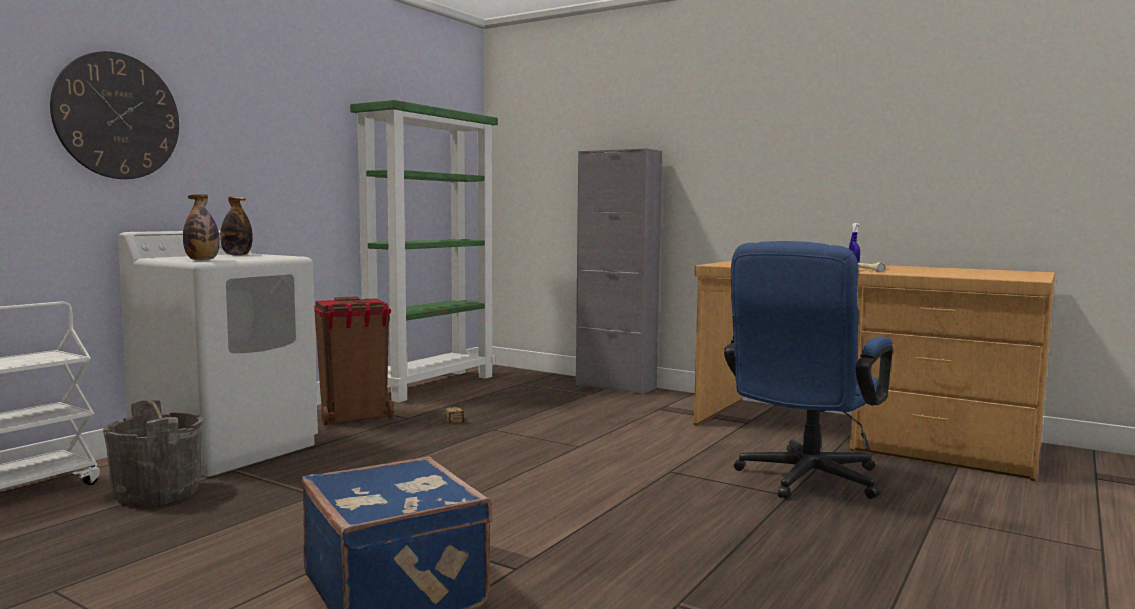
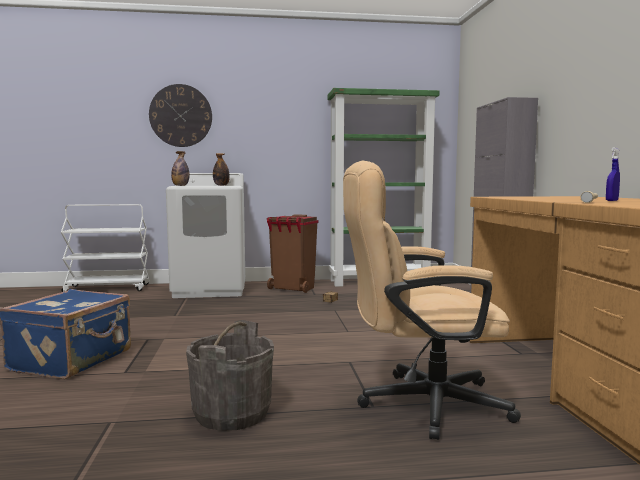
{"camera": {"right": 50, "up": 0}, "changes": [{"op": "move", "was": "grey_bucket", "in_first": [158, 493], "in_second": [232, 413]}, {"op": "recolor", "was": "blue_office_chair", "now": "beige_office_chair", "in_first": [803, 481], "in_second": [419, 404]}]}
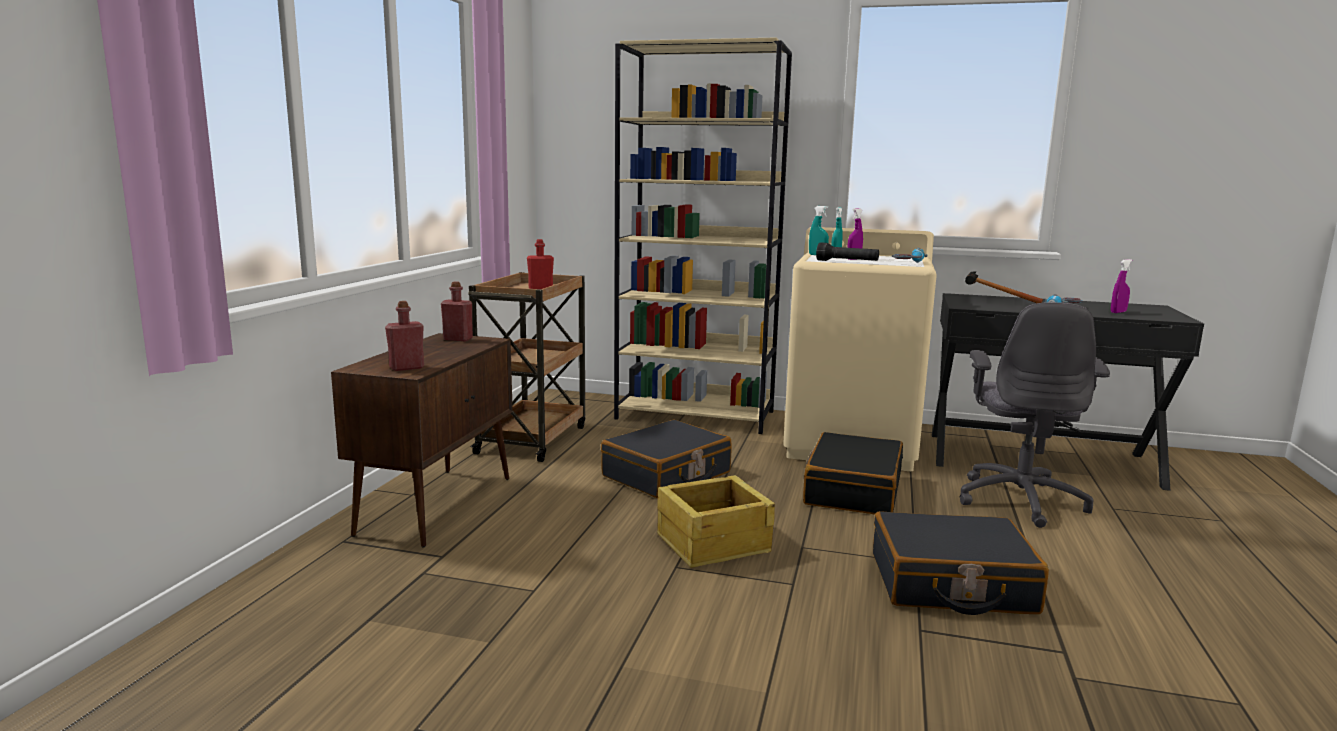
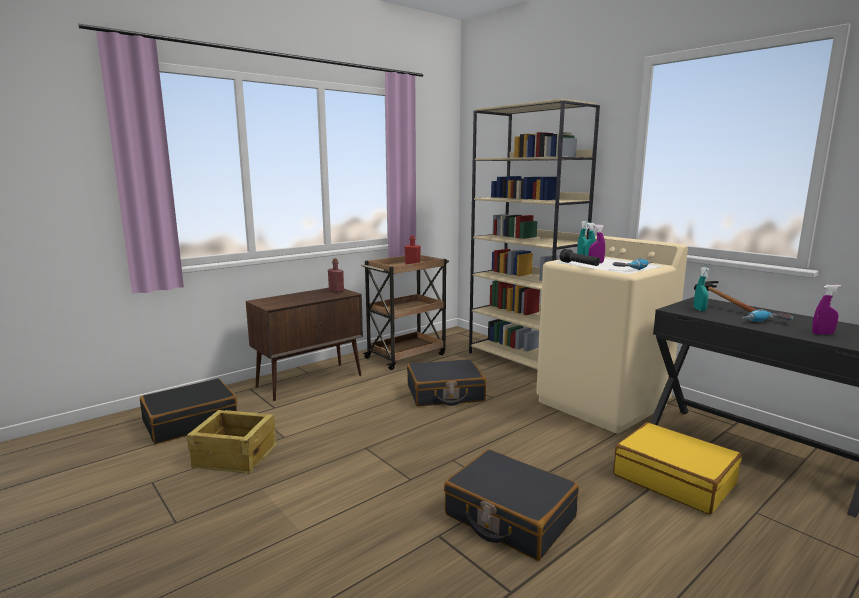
{"camera": {"right": 35, "up": 0}, "changes": [{"op": "delete", "was": "red_bottle", "in_first": [406, 368]}, {"op": "insert", "now": "turquoise_spray_bottle", "in_second": [699, 309]}, {"op": "move", "was": "crate", "in_first": [712, 542], "in_second": [235, 456]}, {"op": "move", "was": "black_suitcase", "in_first": [852, 490], "in_second": [190, 421]}, {"op": "replace", "was": "grey_office_chair", "now": "yellow_suitcase", "in_first": [1020, 500], "in_second": [674, 479]}]}
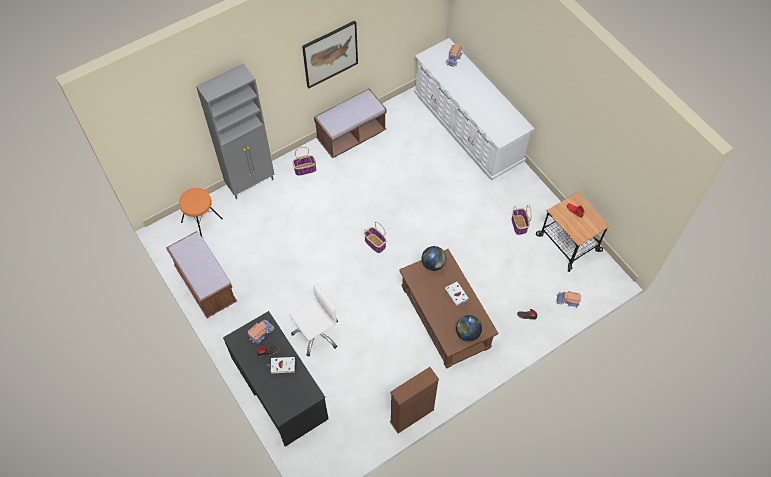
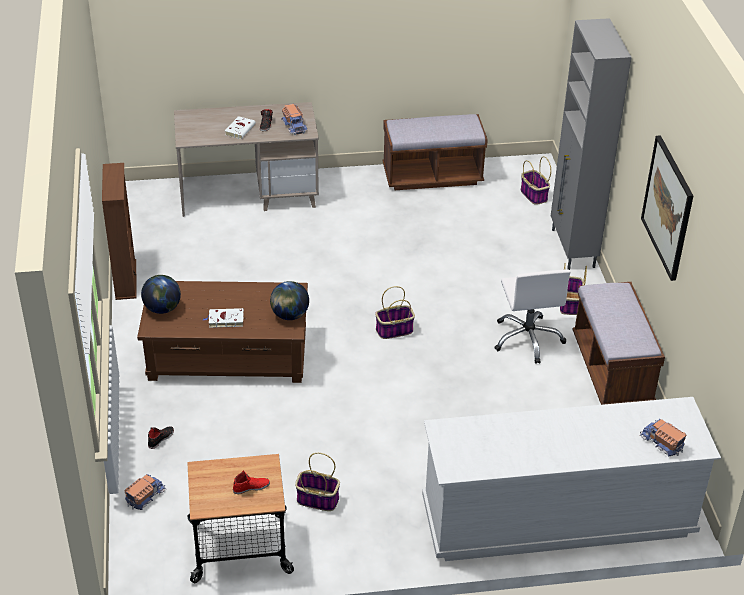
{"camera": {"right": 115, "up": -20}, "changes": [{"op": "move", "was": "white_office_chair", "in_first": [316, 333], "in_second": [528, 339]}, {"op": "replace", "was": "orange_stool", "now": "basket", "in_first": [202, 220], "in_second": [533, 195]}, {"op": "recolor", "was": "black_desk", "now": "beige_desk", "in_first": [279, 390], "in_second": [249, 193]}]}
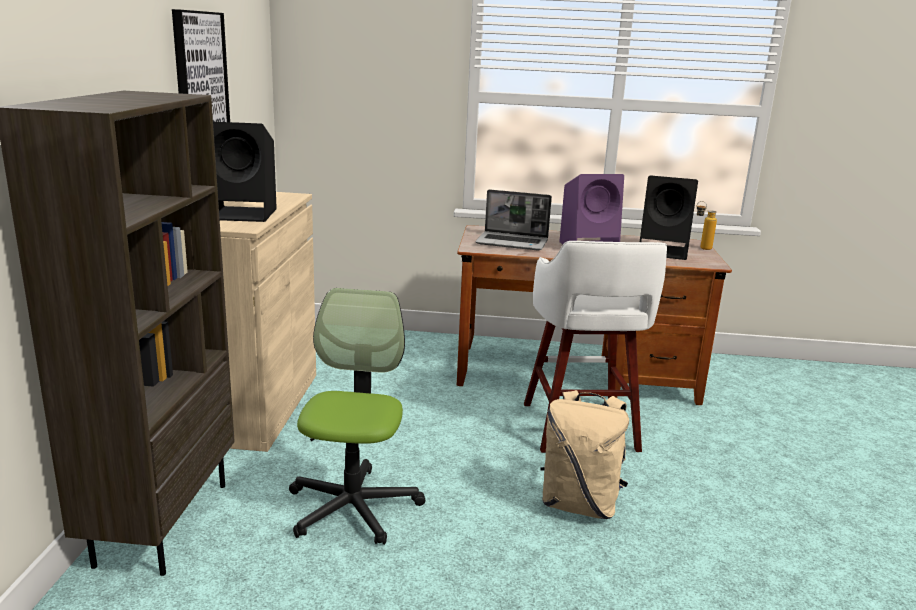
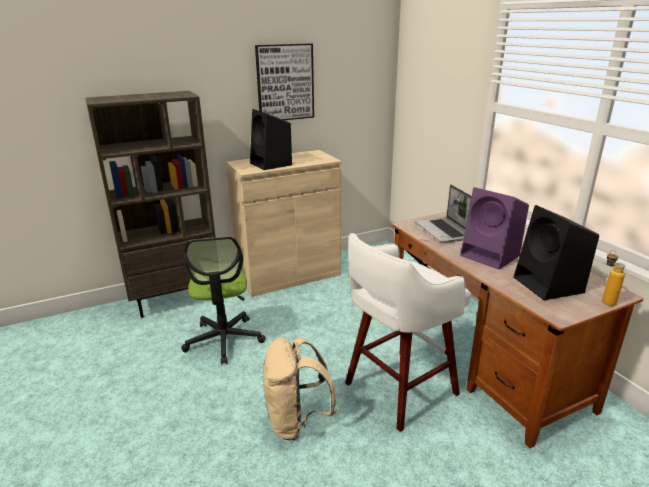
{"camera": {"right": 60, "up": 5}, "changes": [{"op": "rotate", "was": "office_chair", "in_first": [353, 507], "in_second": [224, 340], "clockwise": 105}]}
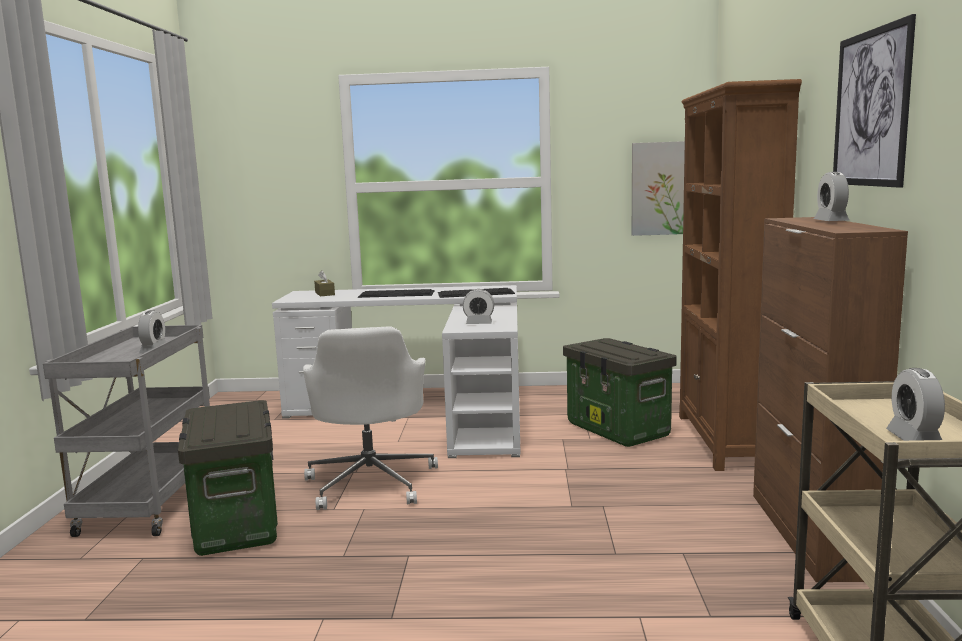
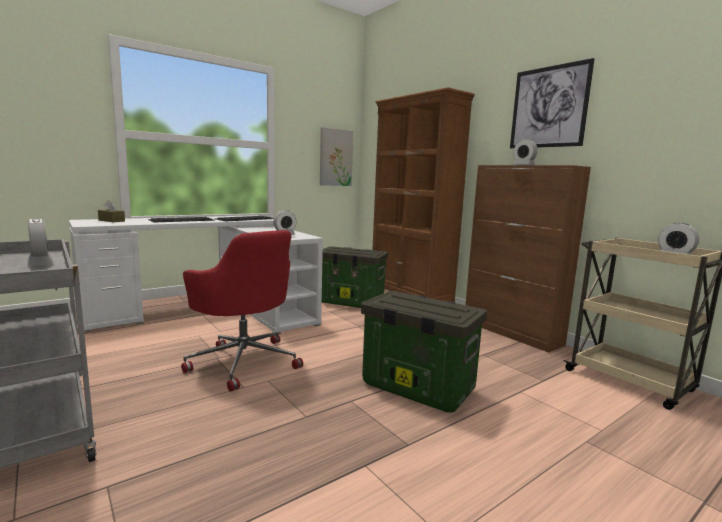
{"camera": {"right": -40, "up": 0}, "changes": [{"op": "move", "was": "storage_box", "in_first": [235, 524], "in_second": [415, 387]}, {"op": "recolor", "was": "white_office_chair", "now": "red_office_chair", "in_first": [371, 482], "in_second": [244, 361]}]}
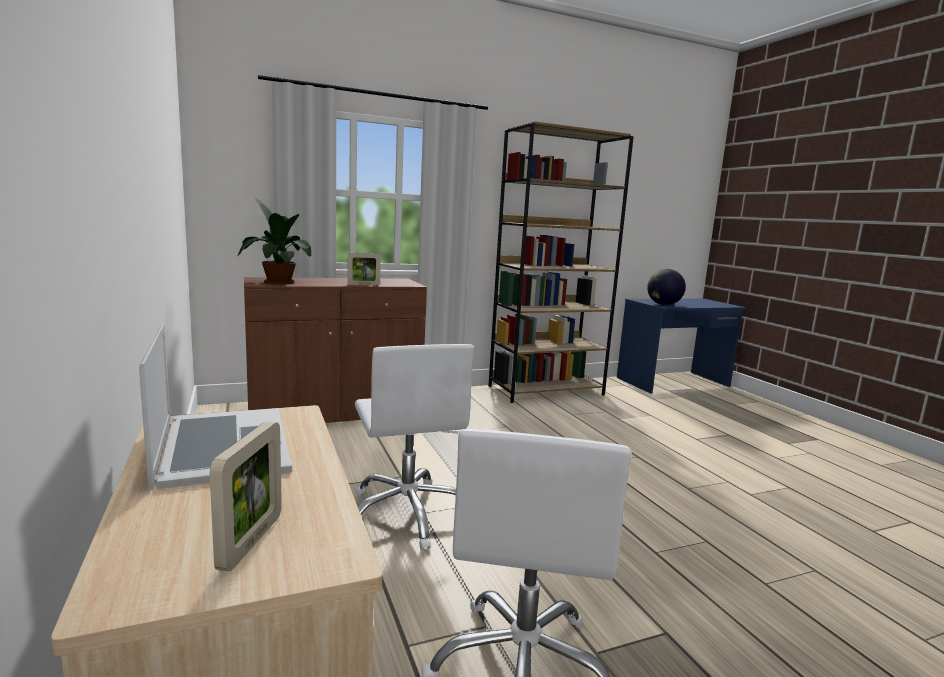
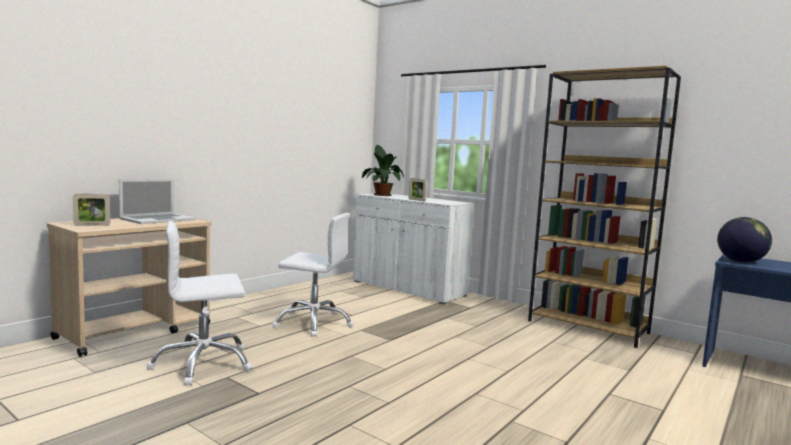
{"camera": {"right": 60, "up": -5}, "changes": [{"op": "recolor", "was": "brown_cabinet", "now": "white_cabinet", "in_first": [335, 413], "in_second": [408, 288]}, {"op": "rotate", "was": "white_office_chair", "in_first": [407, 513], "in_second": [313, 323], "clockwise": -120}]}
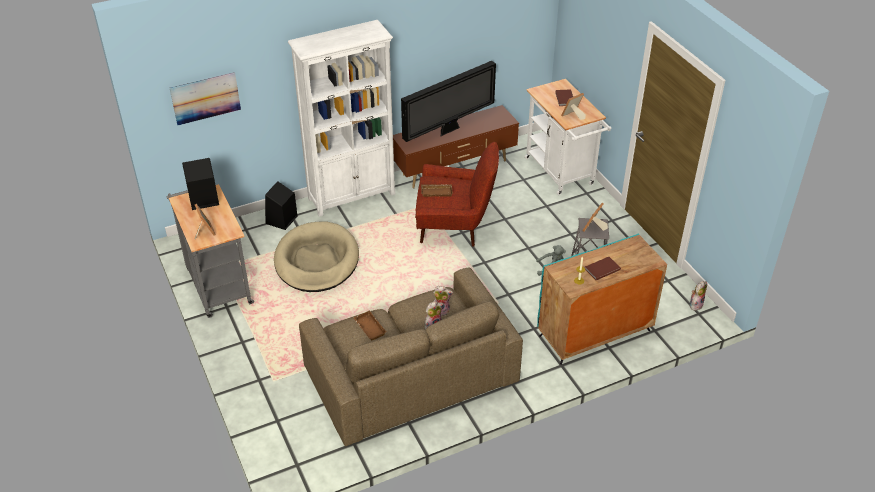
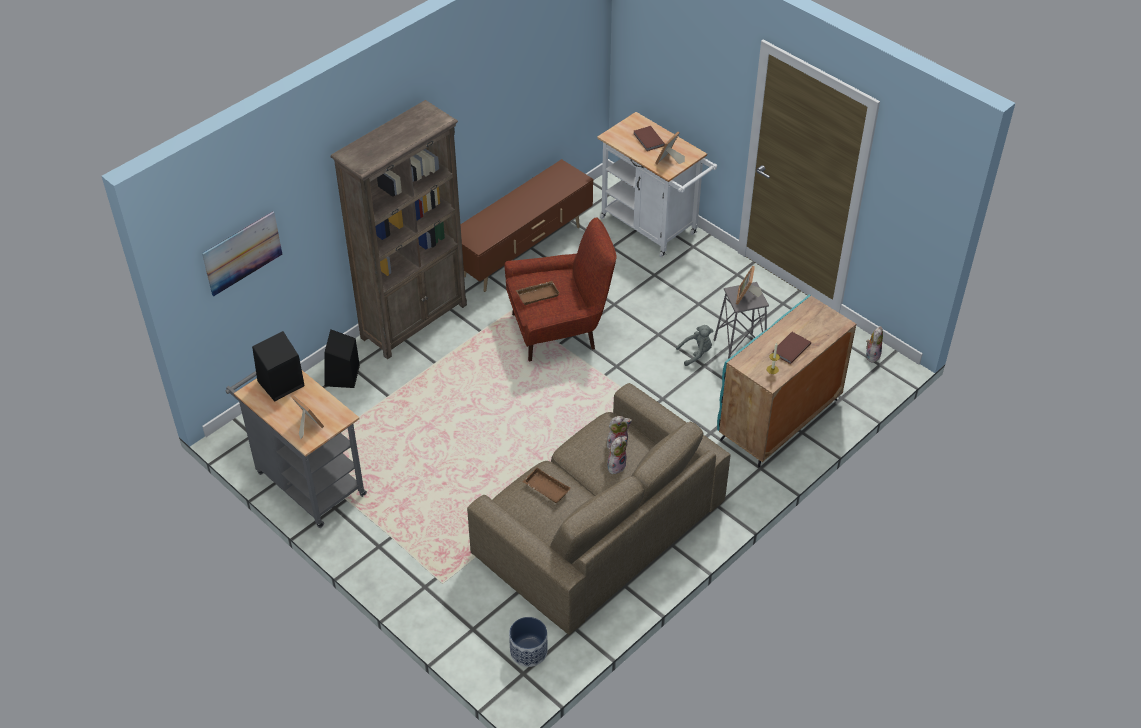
{"camera": {"right": -20, "up": 5}, "changes": [{"op": "delete", "was": "beige_dog_bed", "in_first": [317, 260]}, {"op": "delete", "was": "television", "in_first": [449, 129]}, {"op": "insert", "now": "planter", "in_second": [528, 651]}, {"op": "recolor", "was": "white_bookcase", "now": "brown_bookcase", "in_first": [352, 196], "in_second": [415, 321]}]}
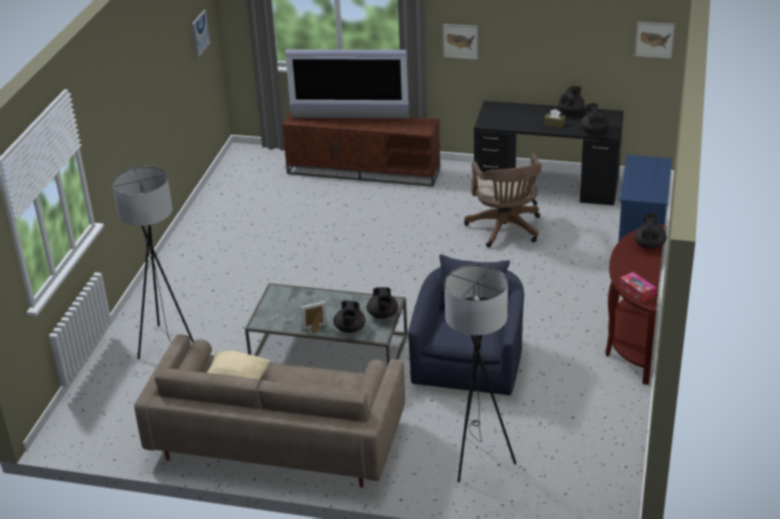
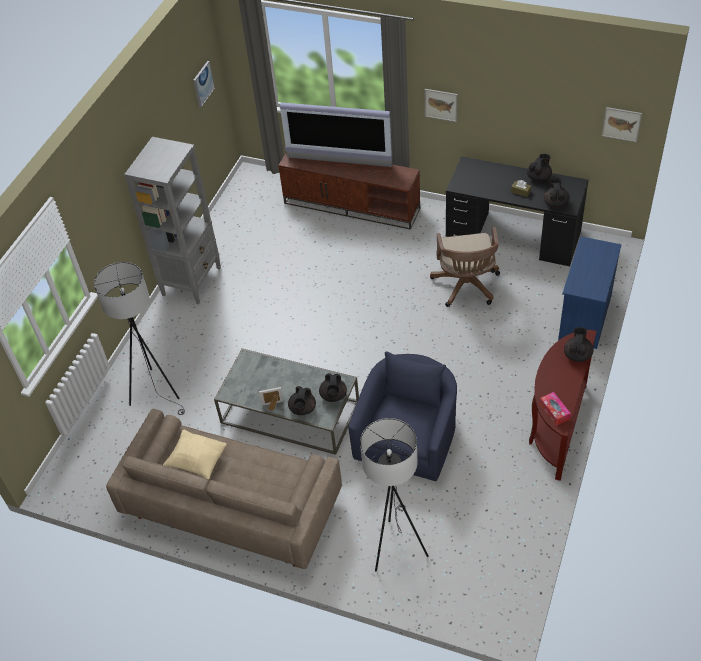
{"camera": {"right": 10, "up": 15}, "changes": [{"op": "insert", "now": "grey_bookcase", "in_second": [192, 281]}]}
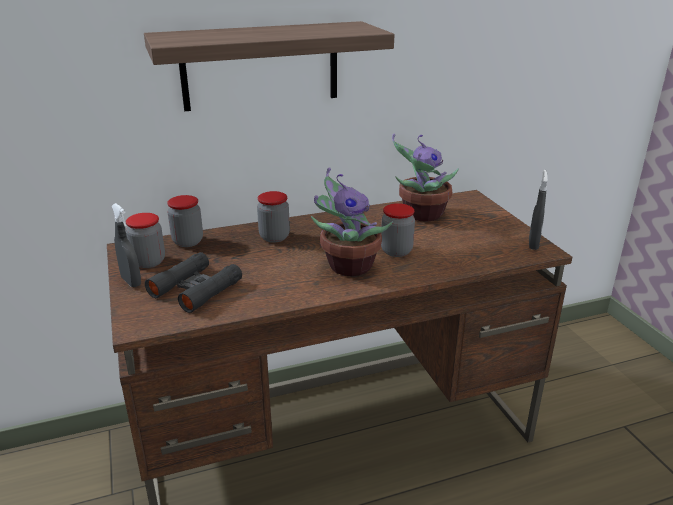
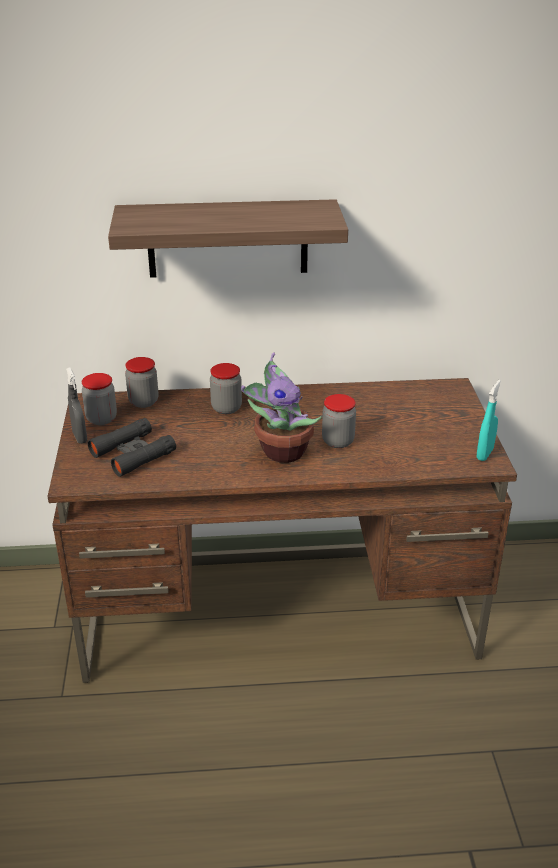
{"camera": {"right": 15, "up": 5}, "changes": [{"op": "delete", "was": "potted_plant", "in_first": [421, 215]}, {"op": "recolor", "was": "grey_spray_bottle", "now": "turquoise_spray_bottle", "in_first": [533, 244], "in_second": [484, 454]}]}
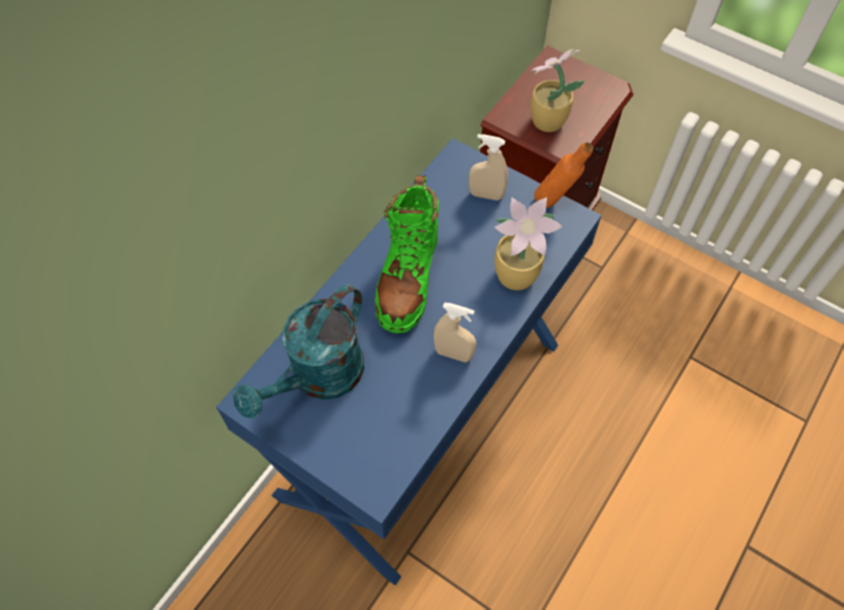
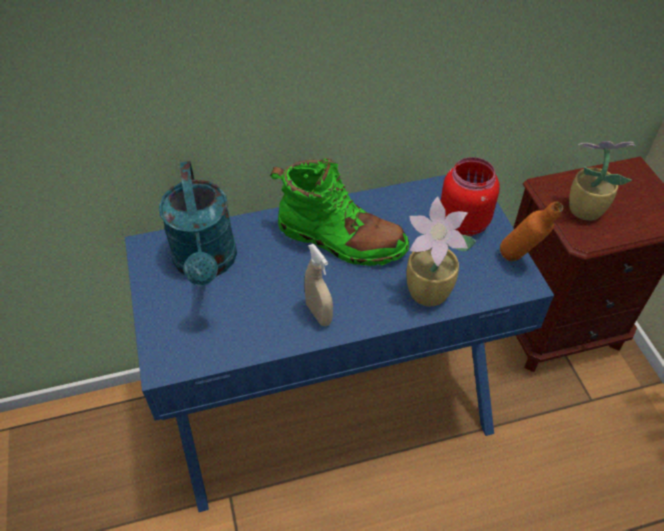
{"camera": {"right": 40, "up": -10}, "changes": [{"op": "replace", "was": "beige_spray_bottle", "now": "red_jar", "in_first": [486, 195], "in_second": [463, 221]}, {"op": "rotate", "was": "turquoise_watering_can", "in_first": [319, 378], "in_second": [206, 264], "clockwise": -90}, {"op": "rotate", "was": "green_boot", "in_first": [407, 277], "in_second": [340, 240], "clockwise": -120}]}
